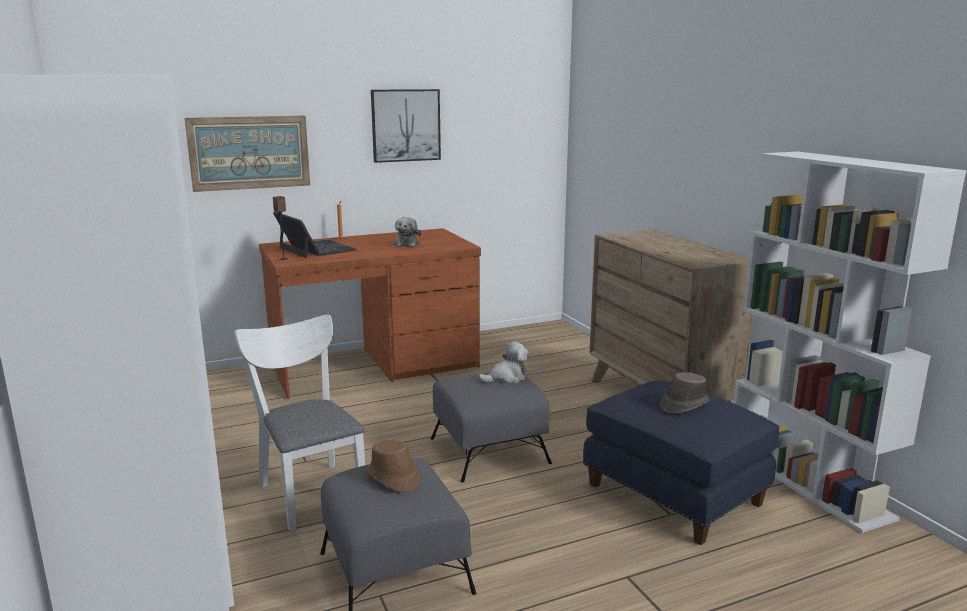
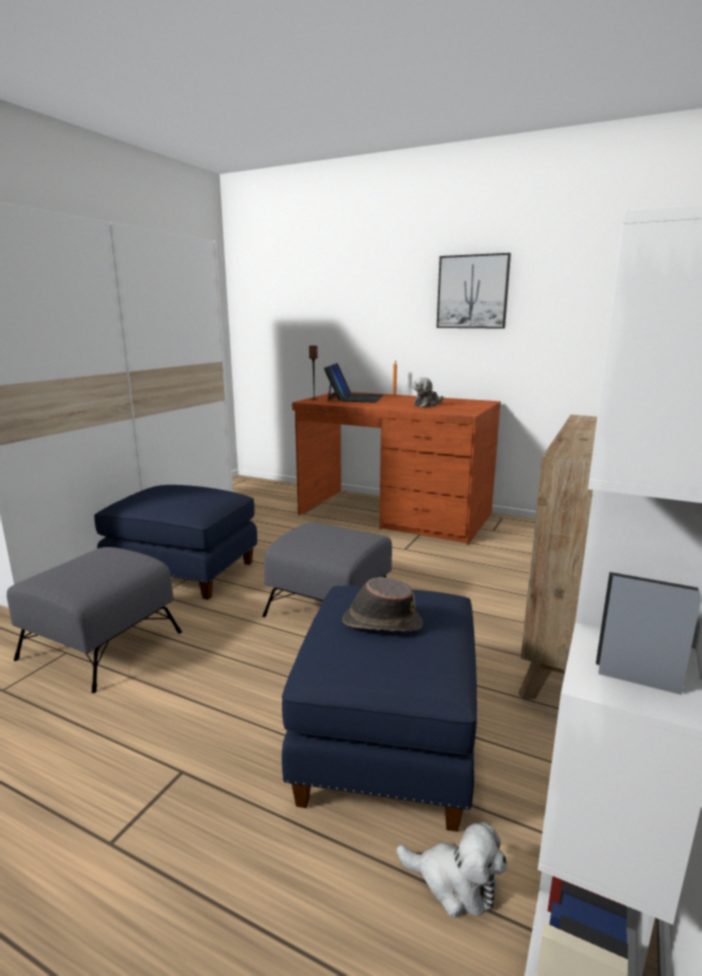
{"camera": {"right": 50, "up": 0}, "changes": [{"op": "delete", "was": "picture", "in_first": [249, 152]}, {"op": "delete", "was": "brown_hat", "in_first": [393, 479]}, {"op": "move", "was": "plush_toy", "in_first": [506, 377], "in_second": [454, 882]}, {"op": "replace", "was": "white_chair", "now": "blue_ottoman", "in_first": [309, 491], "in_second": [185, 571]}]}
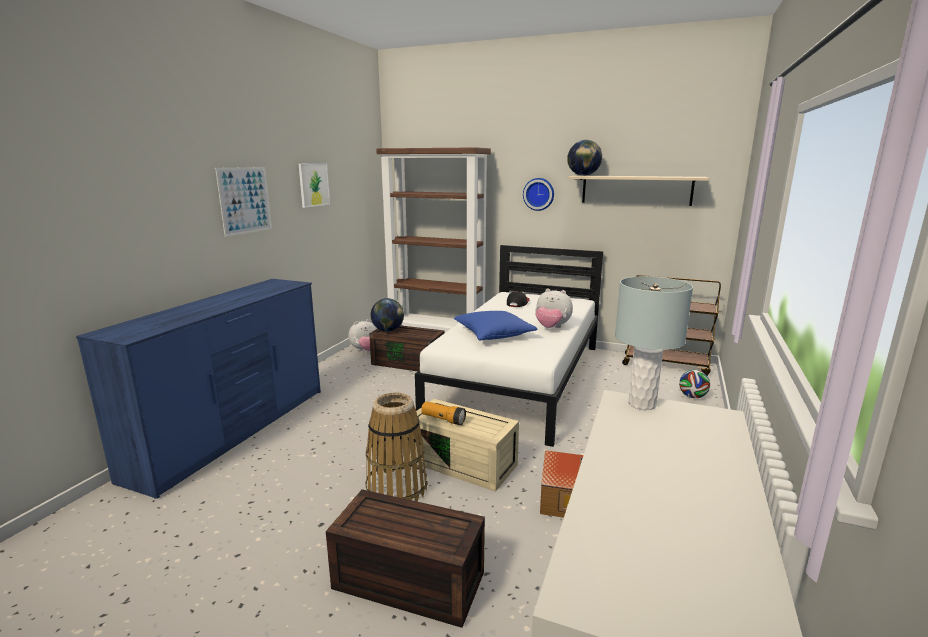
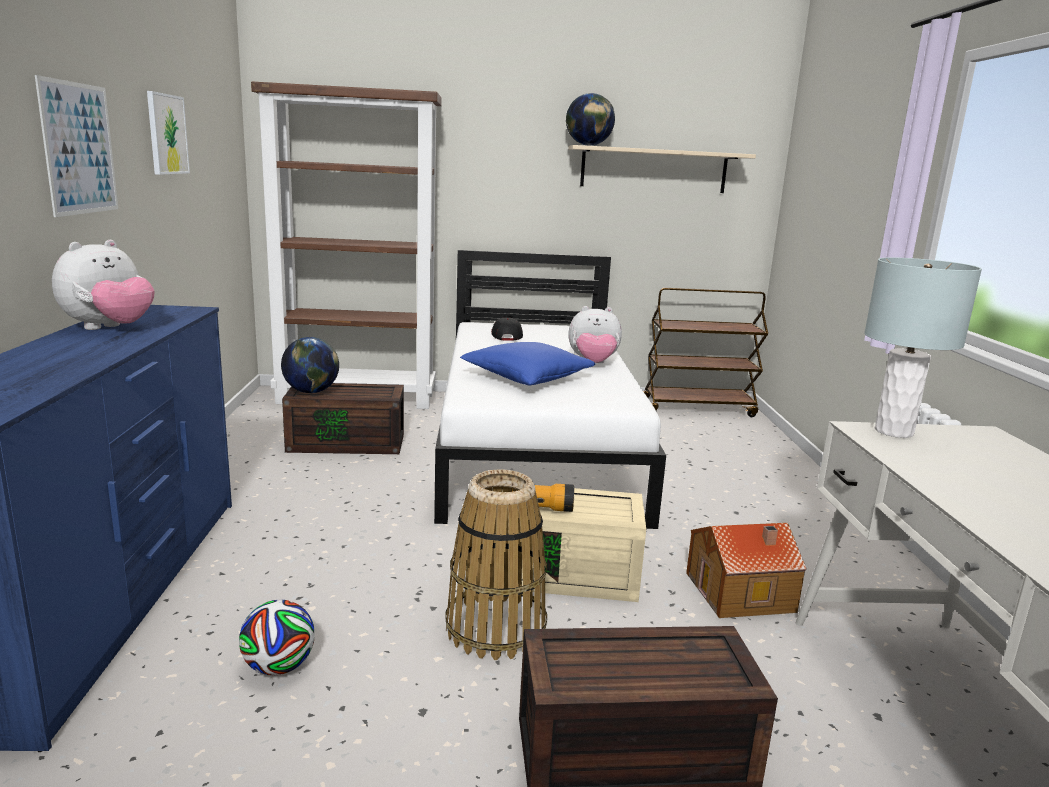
{"camera": {"right": -25, "up": 0}, "changes": [{"op": "delete", "was": "wall_clock", "in_first": [539, 194]}, {"op": "move", "was": "plush_toy", "in_first": [365, 350], "in_second": [109, 329]}, {"op": "move", "was": "football", "in_first": [692, 396], "in_second": [279, 667]}]}
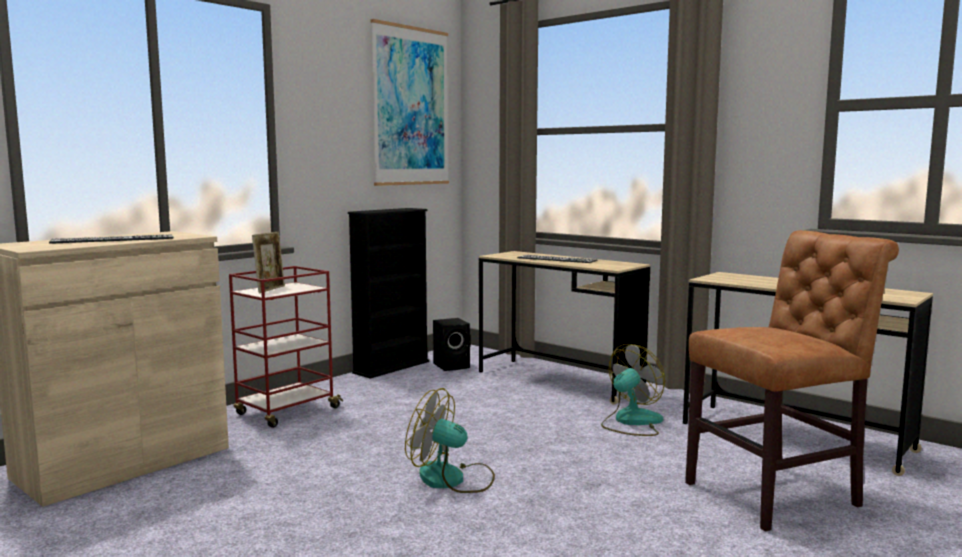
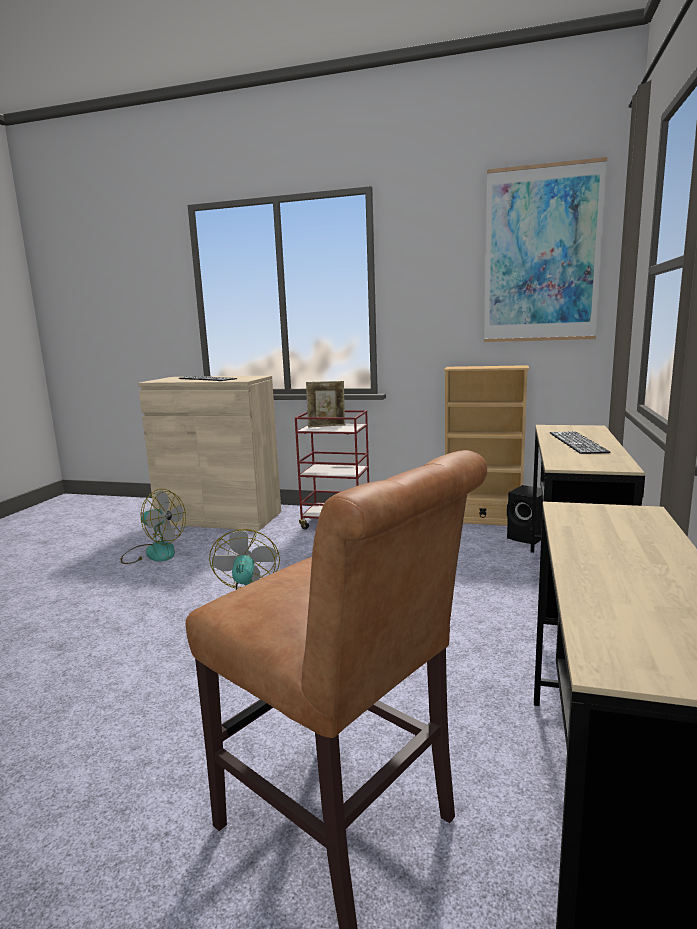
{"camera": {"right": 65, "up": 5}, "changes": [{"op": "move", "was": "fan", "in_first": [631, 422], "in_second": [153, 552]}, {"op": "recolor", "was": "black_bookcase", "now": "beige_bookcase", "in_first": [391, 367], "in_second": [483, 520]}]}
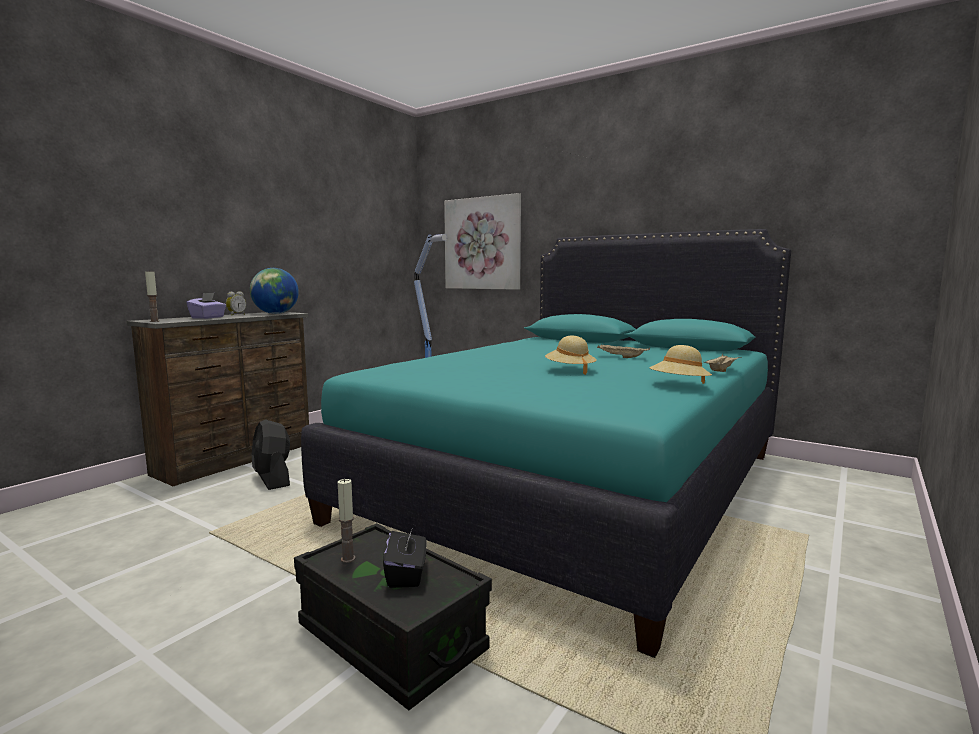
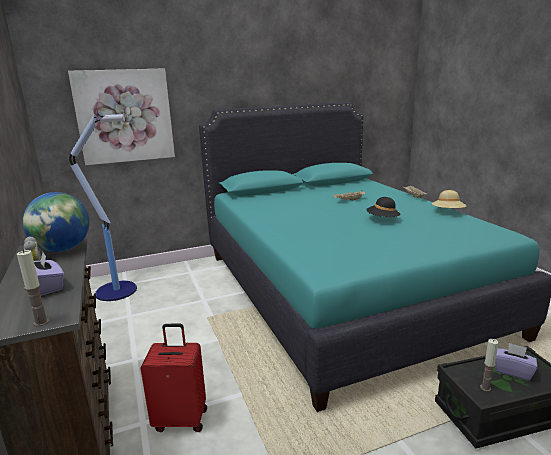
{"camera": {"right": -55, "up": 10}, "changes": [{"op": "replace", "was": "black_fan", "now": "red_suitcase", "in_first": [272, 479], "in_second": [181, 419]}, {"op": "recolor", "was": "black_tissue_box", "now": "purple_tissue_box", "in_first": [406, 574], "in_second": [512, 371]}, {"op": "recolor", "was": "beige_hat", "now": "black_hat", "in_first": [570, 370], "in_second": [382, 219]}]}
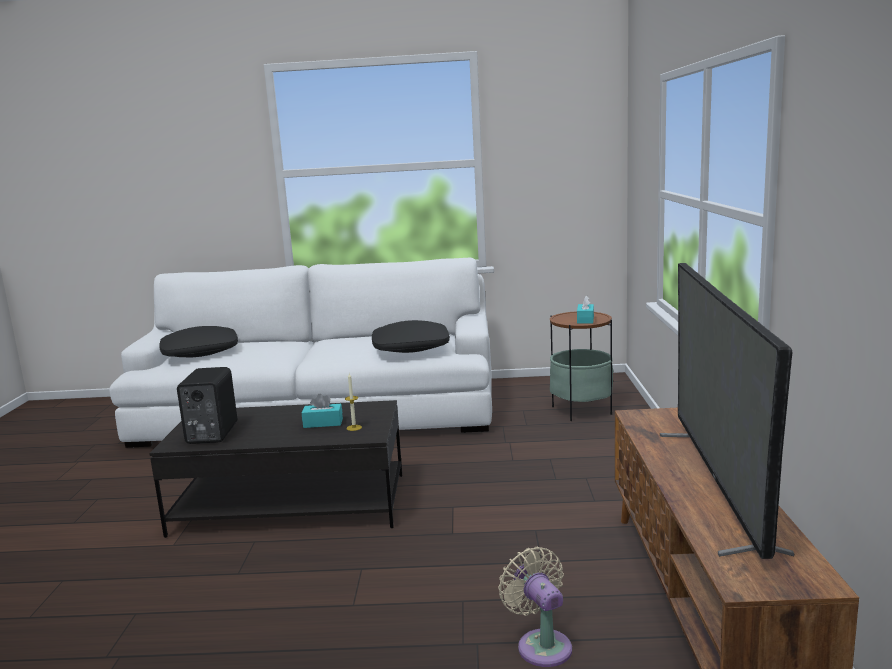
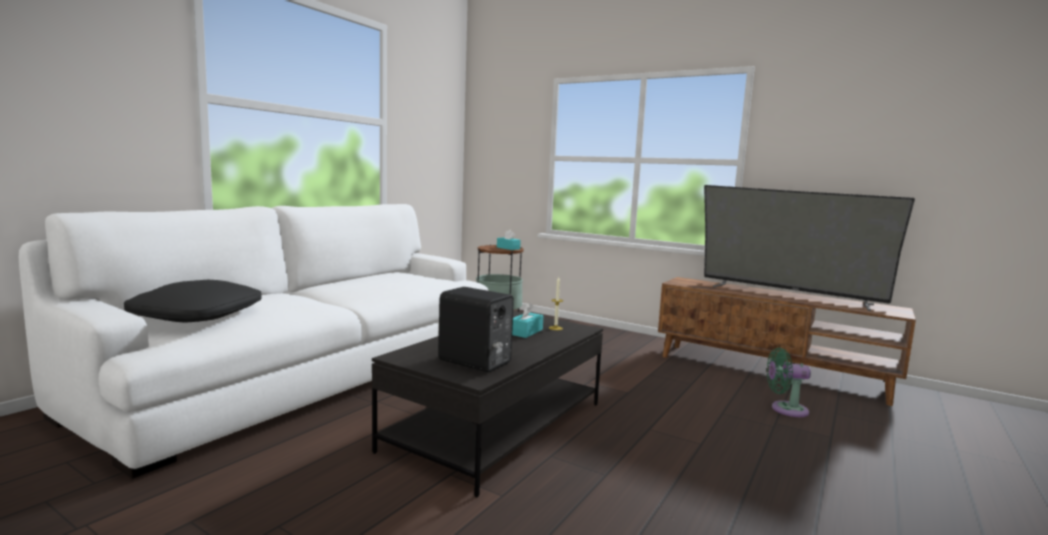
{"camera": {"right": -60, "up": -5}, "changes": [{"op": "delete", "was": "black_pillow", "in_first": [411, 347]}, {"op": "recolor", "was": "beige_fan", "now": "green_fan", "in_first": [541, 644], "in_second": [785, 409]}]}
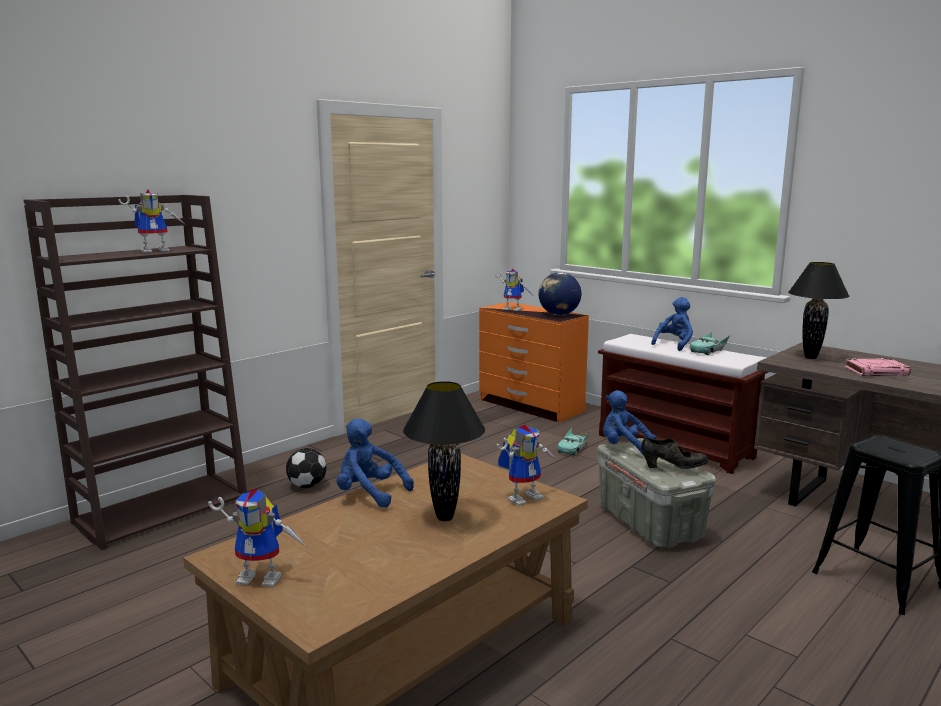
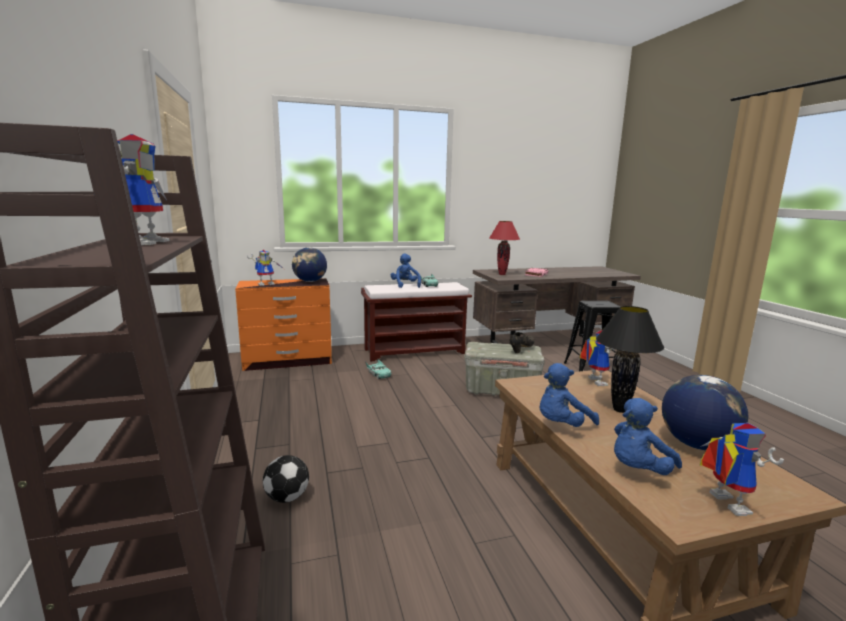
{"camera": {"right": -60, "up": 0}, "changes": [{"op": "insert", "now": "globe", "in_second": [696, 444]}, {"op": "move", "was": "blue_plush_toy", "in_first": [624, 447], "in_second": [638, 469]}, {"op": "recolor", "was": "black_table_lamp", "now": "red_table_lamp", "in_first": [810, 357], "in_second": [502, 274]}, {"op": "rotate", "was": "toy_robot", "in_first": [264, 576], "in_second": [721, 502], "clockwise": -45}]}
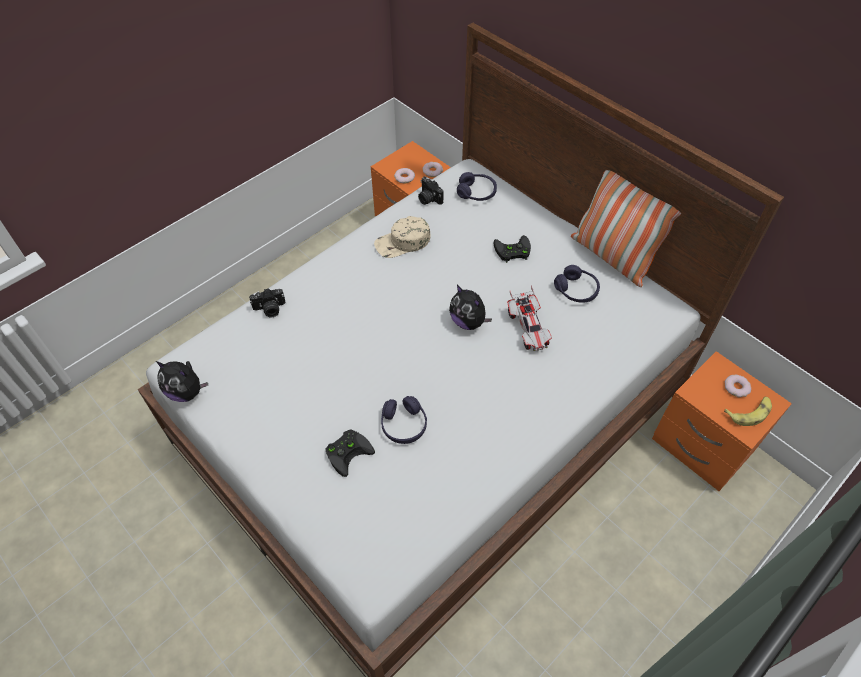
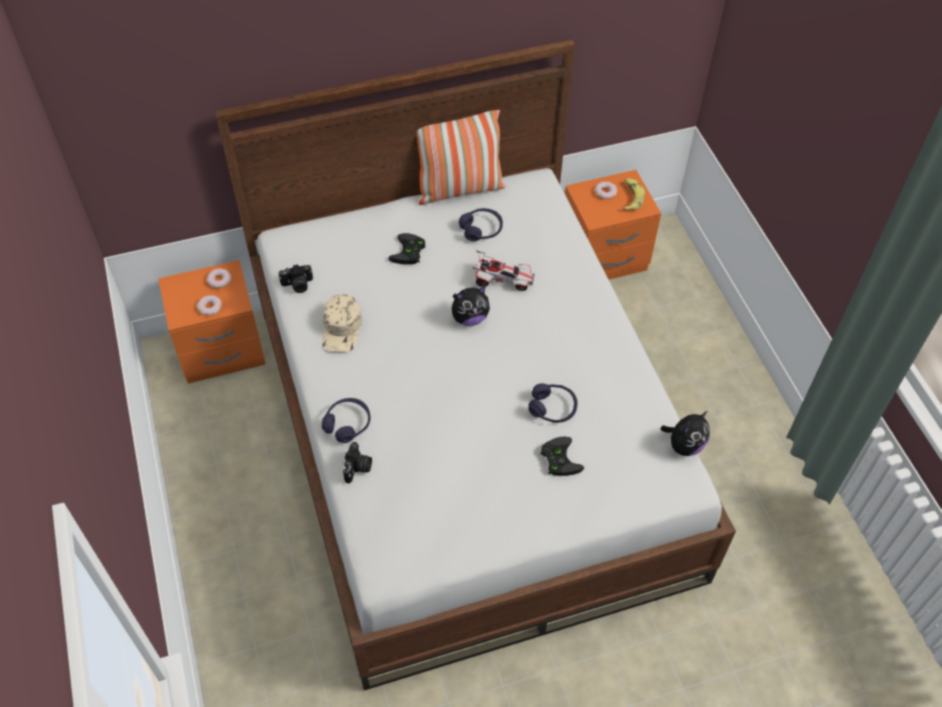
{"camera": {"right": -65, "up": 0}, "changes": [{"op": "move", "was": "plush_toy", "in_first": [186, 392], "in_second": [684, 445]}, {"op": "move", "was": "purple_headphones", "in_first": [476, 192], "in_second": [347, 424]}]}
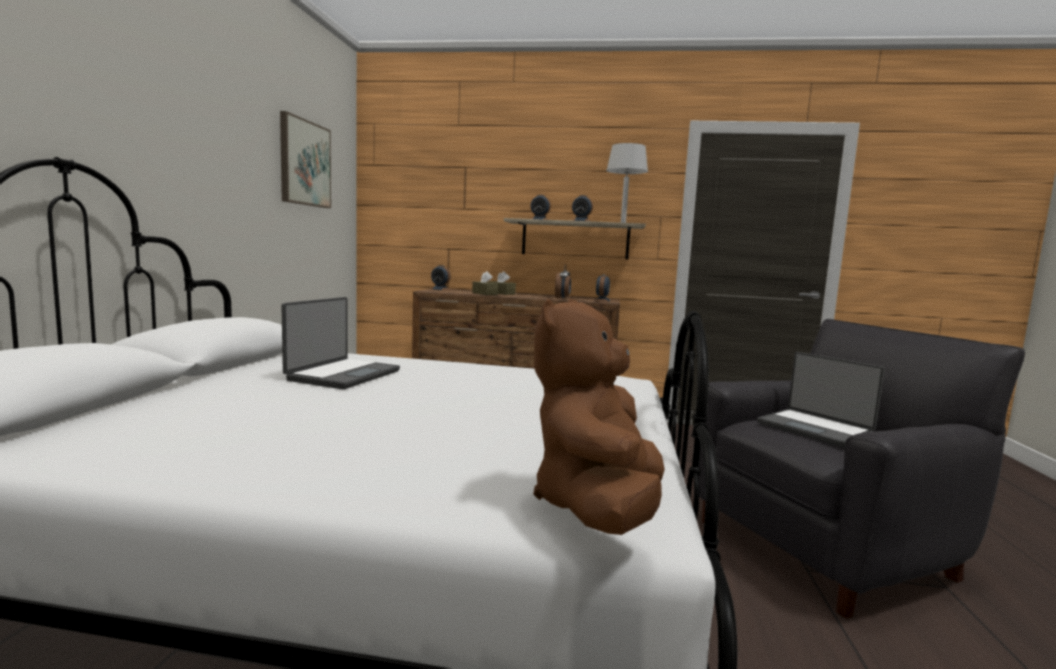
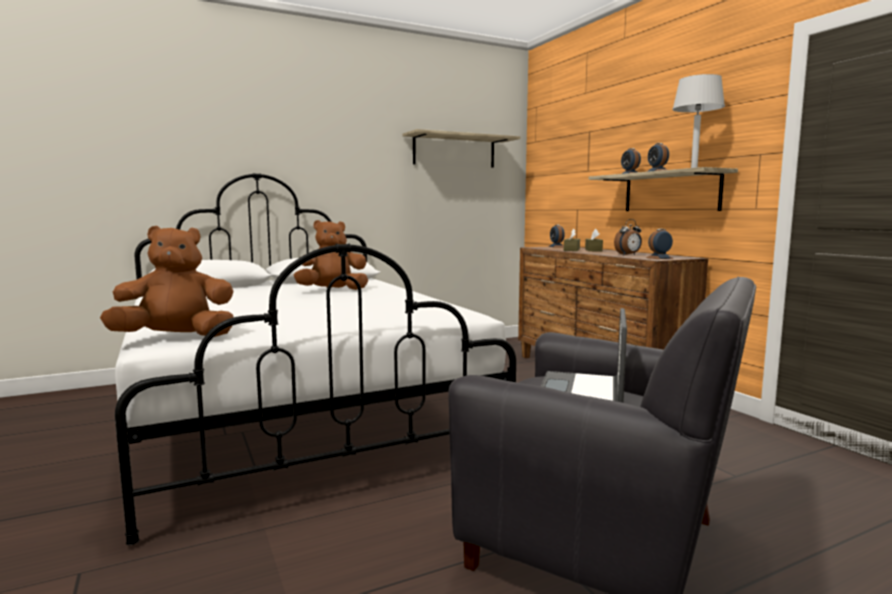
{"camera": {"right": 55, "up": 0}, "changes": [{"op": "replace", "was": "picture", "now": "shelf", "in_first": [304, 163], "in_second": [454, 151]}, {"op": "replace", "was": "laptop", "now": "brown_plush_toy", "in_first": [342, 375], "in_second": [332, 290]}]}
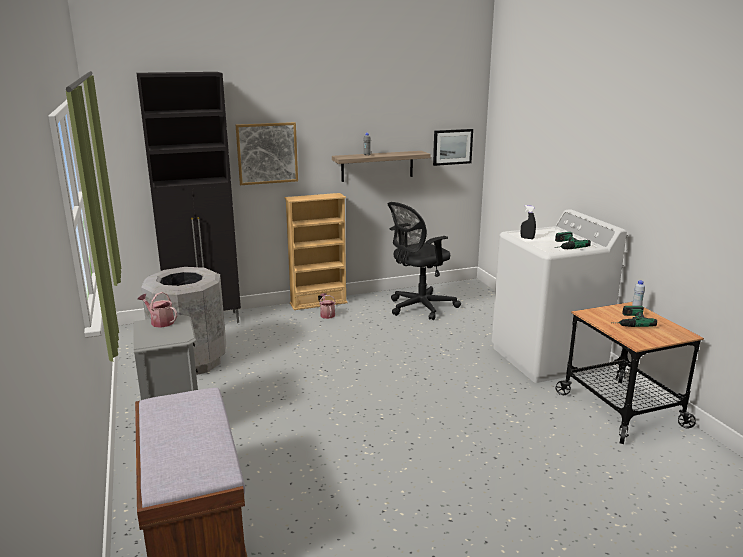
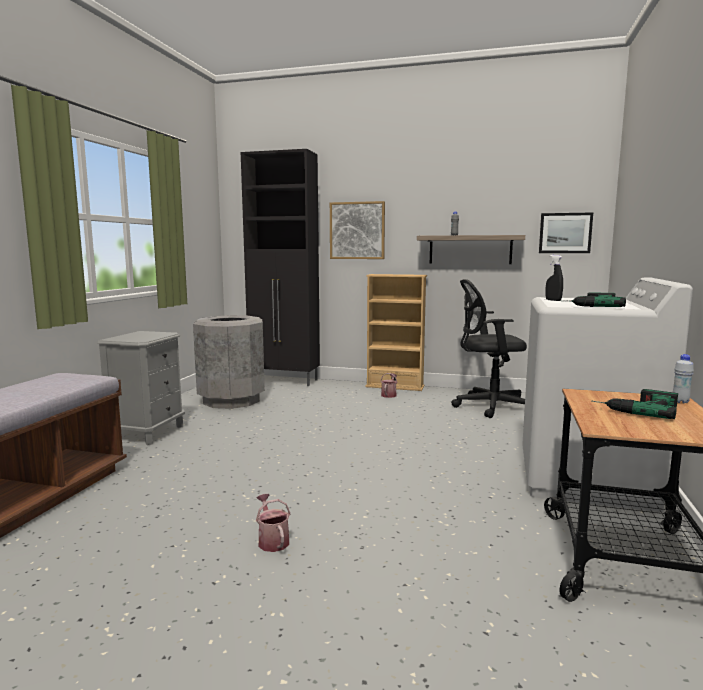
{"camera": {"right": 35, "up": -10}, "changes": [{"op": "move", "was": "watering_can", "in_first": [160, 322], "in_second": [272, 540]}]}
